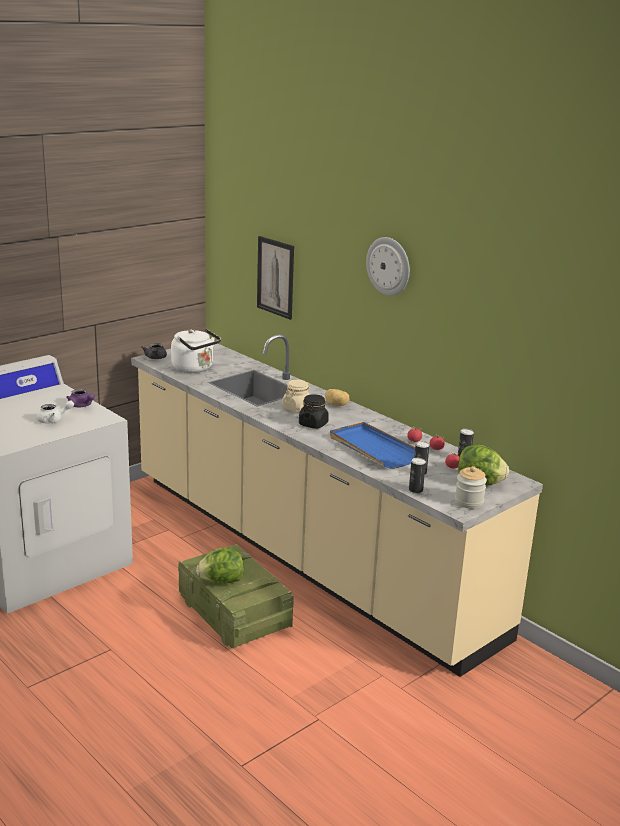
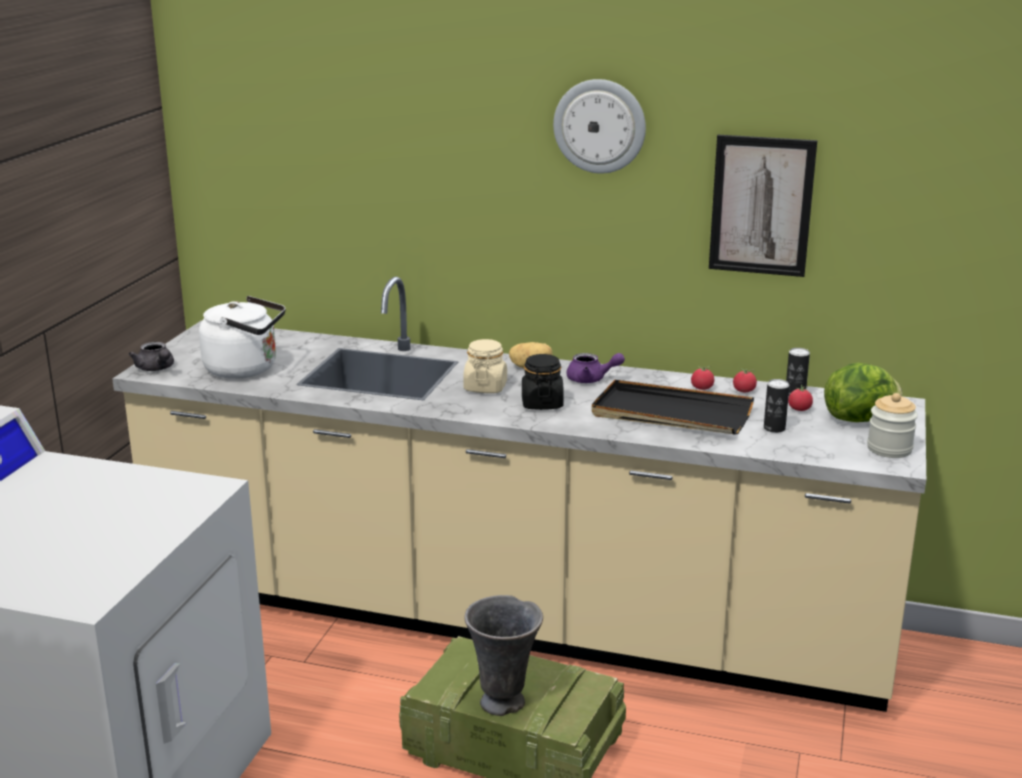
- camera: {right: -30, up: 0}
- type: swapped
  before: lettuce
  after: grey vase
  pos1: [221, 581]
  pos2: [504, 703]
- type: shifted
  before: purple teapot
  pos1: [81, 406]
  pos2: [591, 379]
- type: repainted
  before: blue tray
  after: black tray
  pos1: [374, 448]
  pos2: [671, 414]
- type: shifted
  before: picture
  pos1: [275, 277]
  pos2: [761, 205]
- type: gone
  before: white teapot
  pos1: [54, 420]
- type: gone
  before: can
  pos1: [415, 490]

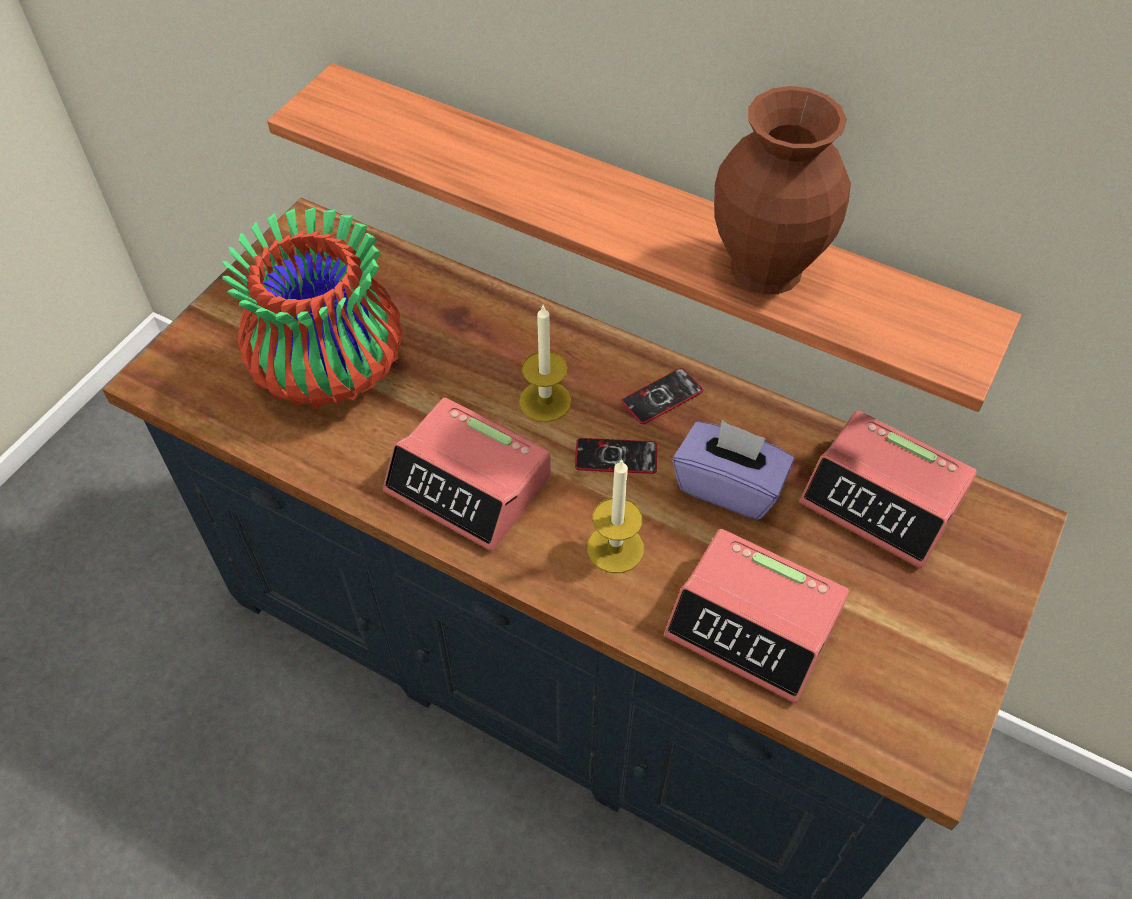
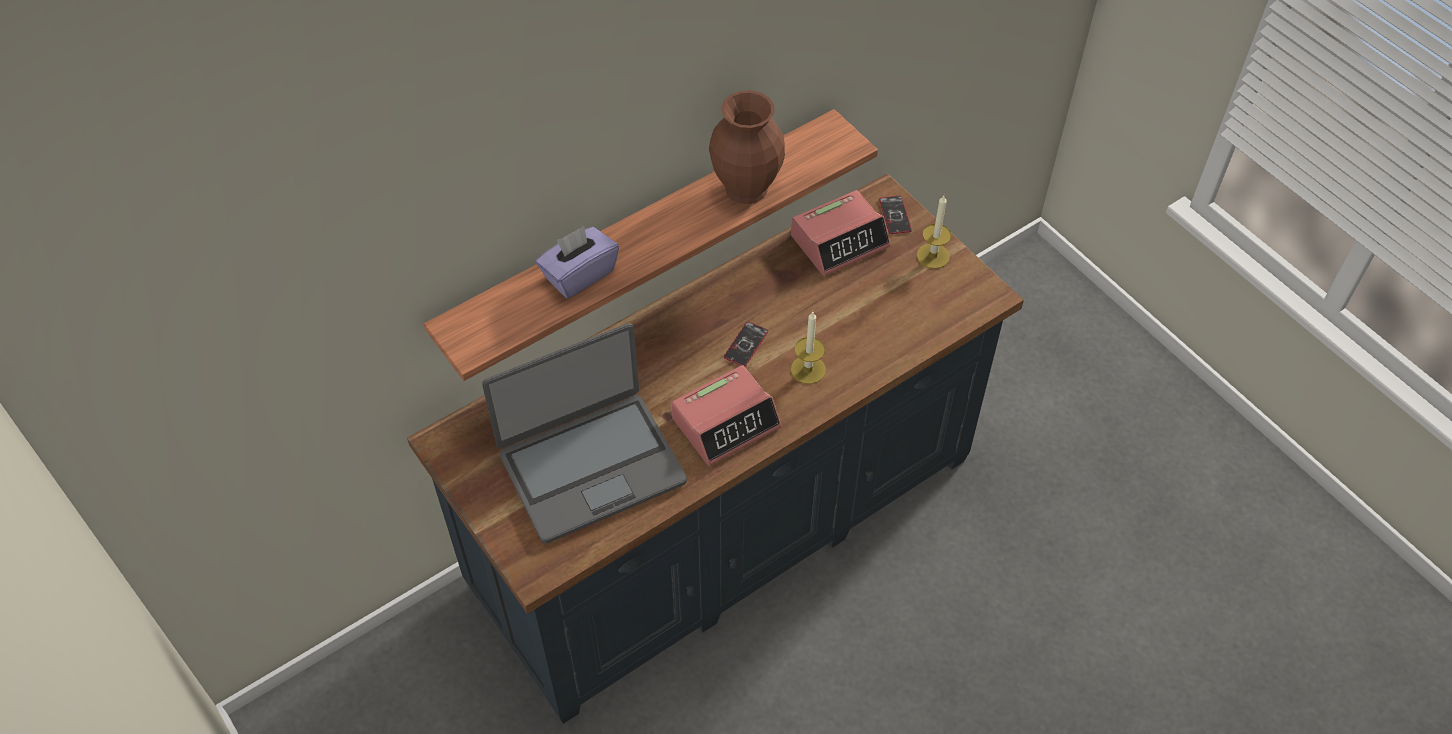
- camera: {right: -65, up: 0}
- type: swapped
  before: vase
  after: laptop
  pos1: [331, 370]
  pos2: [591, 466]
- type: shifted
  before: purple tissue box
  pos1: [728, 486]
  pos2: [579, 275]
- type: shifted
  before: phone
  pos1: [662, 397]
  pos2: [895, 215]
- type: shifted
  before: candle
  pos1: [545, 401]
  pos2: [933, 256]
- type: gone
  before: alarm clock
  pos1: [754, 624]

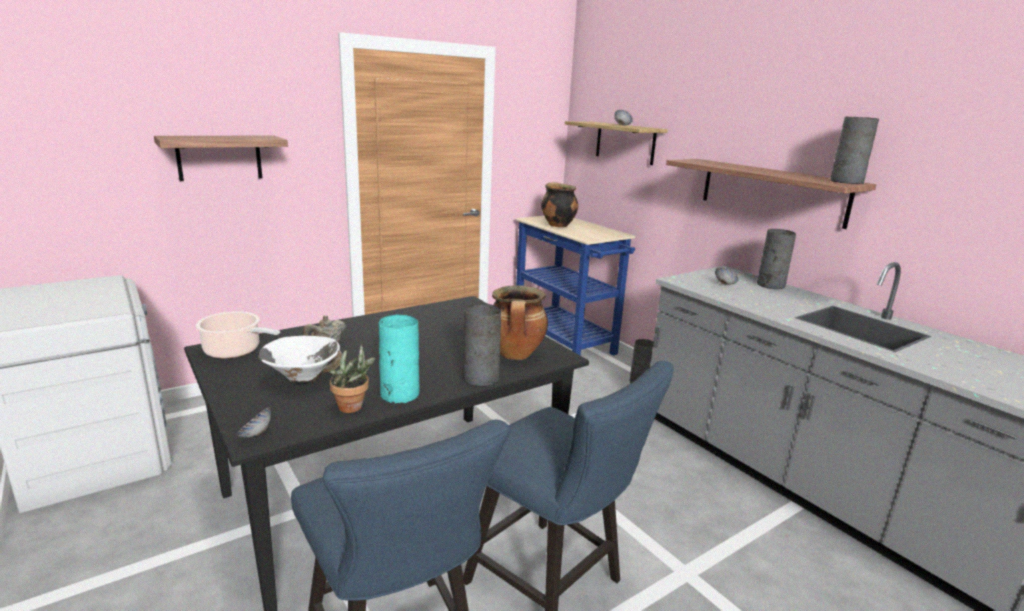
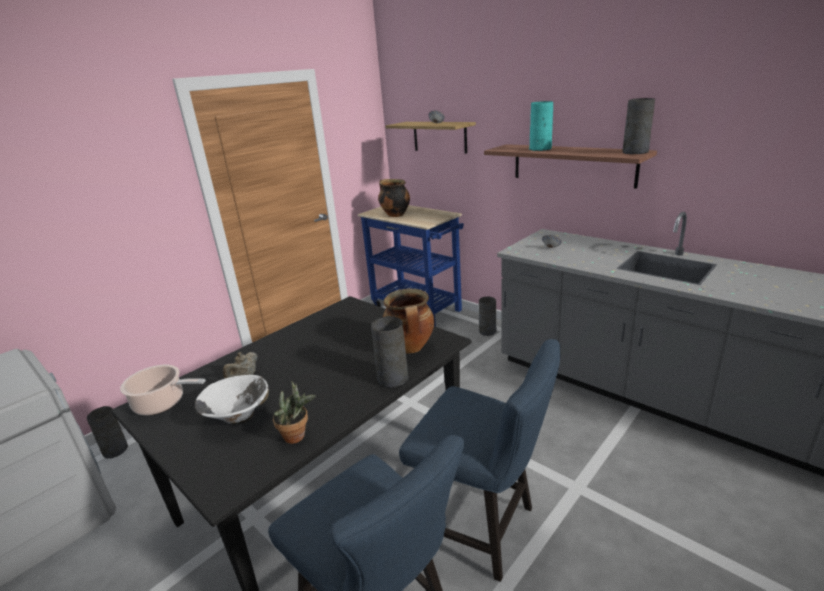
- camera: {right: -10, up: 5}
- type: shifted
  before: grey vase
  pos1: [769, 285]
  pos2: [114, 450]
- type: shifted
  before: turquoise vase
  pos1: [398, 394]
  pos2: [540, 149]
- type: gone
  before: shelf
  pos1: [219, 157]
- type: gone
  before: bowl
  pos1: [255, 435]

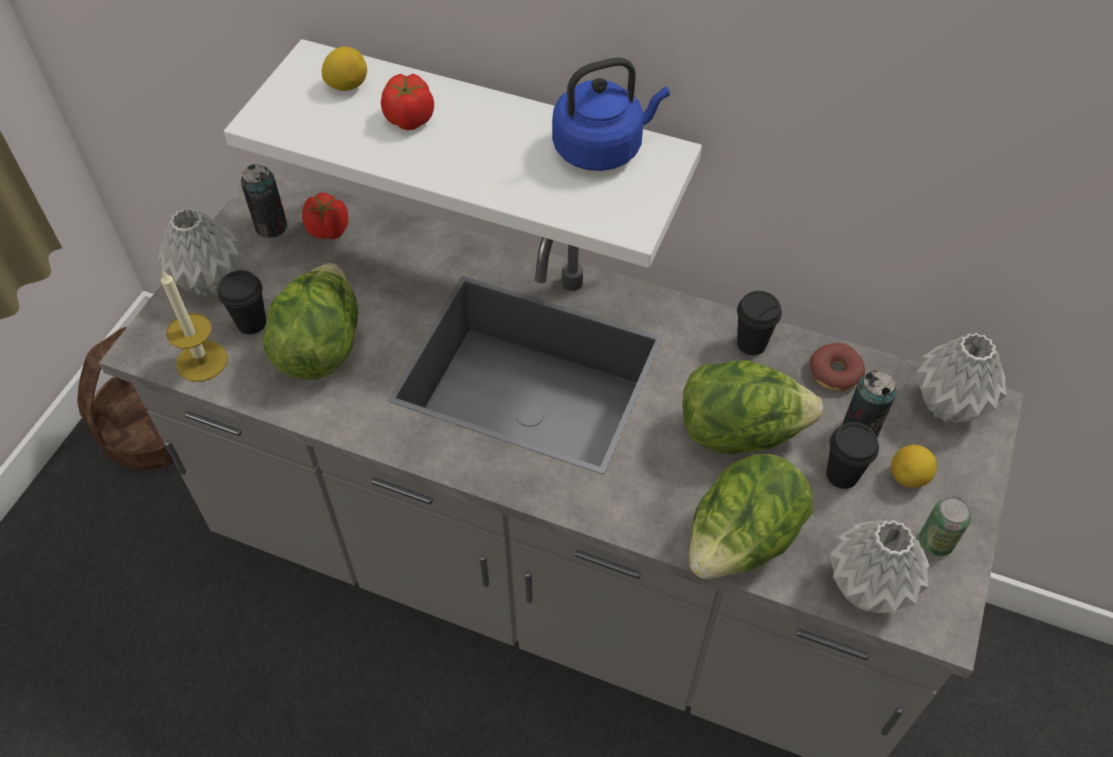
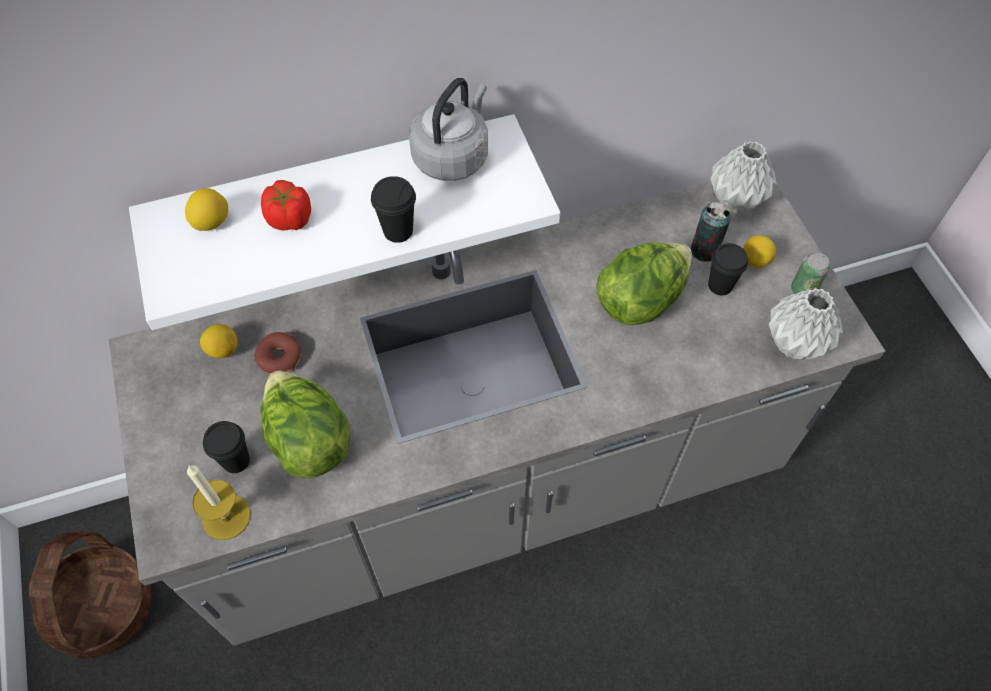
- camera: {right: -40, up: 5}
- type: swapped
  before: tomato
  after: lemon
  pos1: [328, 229]
  pos2: [223, 349]
- type: shifted
  before: donut
  pos1: [835, 373]
  pos2: [280, 358]
- type: shifted
  before: black cup
  pos1: [751, 343]
  pos2: [398, 231]
- type: repainted
  before: blue kettle
  after: grey kettle
  pos1: [602, 148]
  pos2: [453, 156]
- type: gone
  before: grey vase
  pos1: [211, 281]
- type: gone
  before: can
  pos1: [271, 227]
- type: gone
  before: lettuce
  pos1: [741, 541]

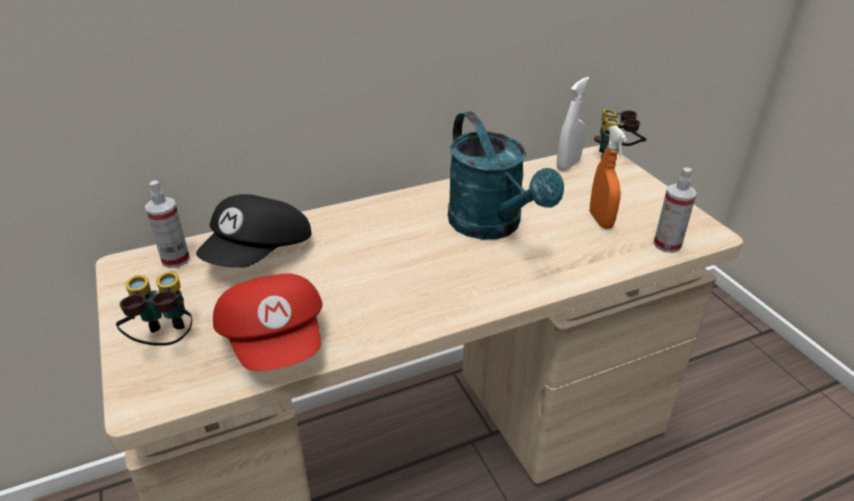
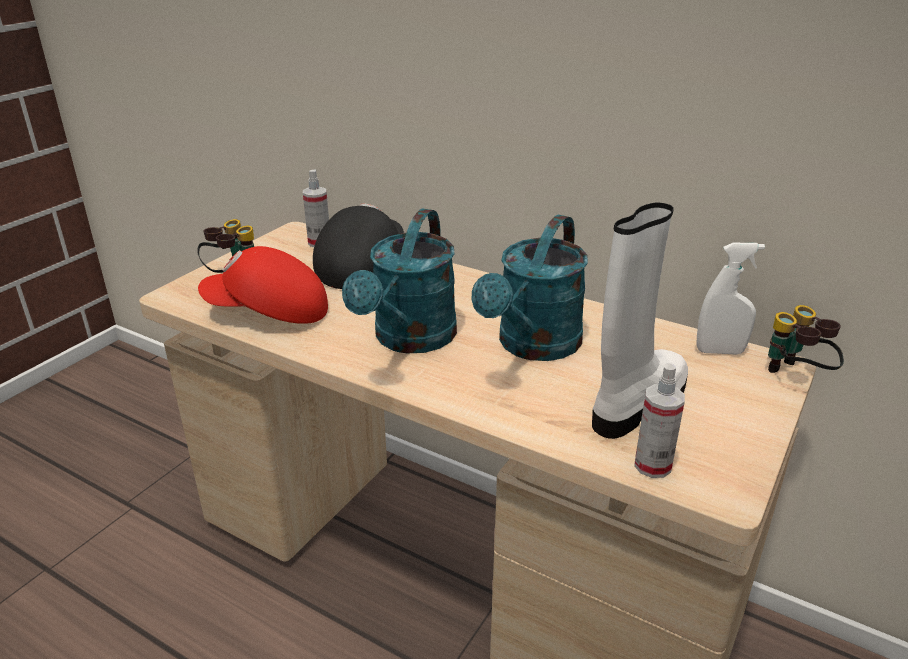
- camera: {right: 55, up: -5}
- type: rotated
  before: red cap
  pos1: [277, 341]
  pos2: [269, 313]
  turn: 60
- type: rotated
  before: black cap
  pos1: [260, 254]
  pos2: [360, 266]
  turn: 120
- type: new
  after: turquoise watering can
  pos2: [410, 340]
- type: swapped
  before: orange spray bottle
  after: white boot
  pos1: [600, 220]
  pos2: [637, 405]

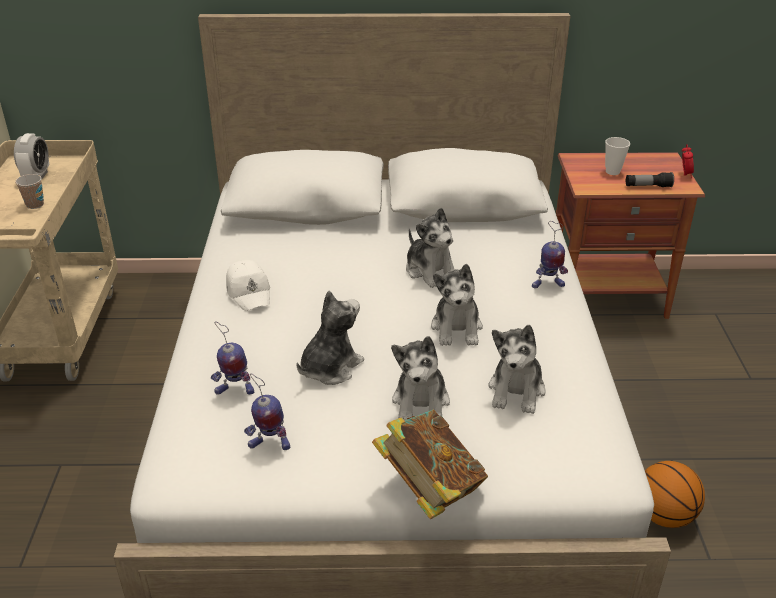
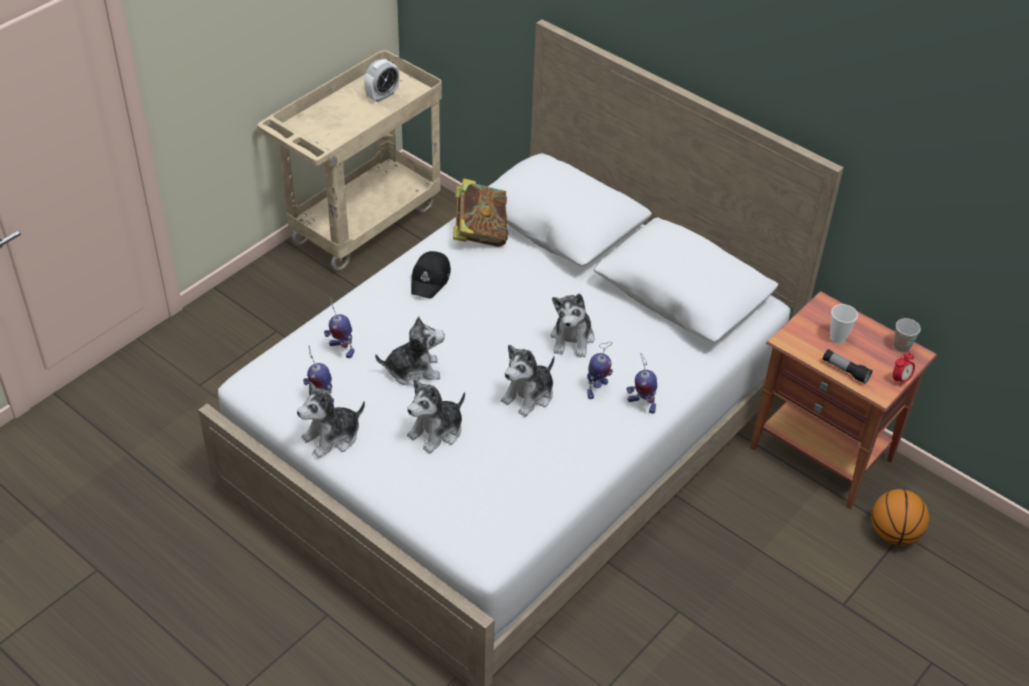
- camera: {right: 40, up: 10}
- type: shifted
  before: plush toy
  pos1: [516, 390]
  pos2: [332, 437]
- type: repainted
  before: white cap
  after: black cap
  pos1: [249, 292]
  pos2: [431, 279]
- type: shifted
  before: book
  pos1: [429, 488]
  pos2: [480, 233]
- type: new
  after: toy robot
  pos2: [596, 389]
- type: shifted
  before: basketball
  pos1: [664, 516]
  pos2: [893, 534]
- type: shifted
  before: cup
  pos1: [35, 205]
  pos2: [901, 346]

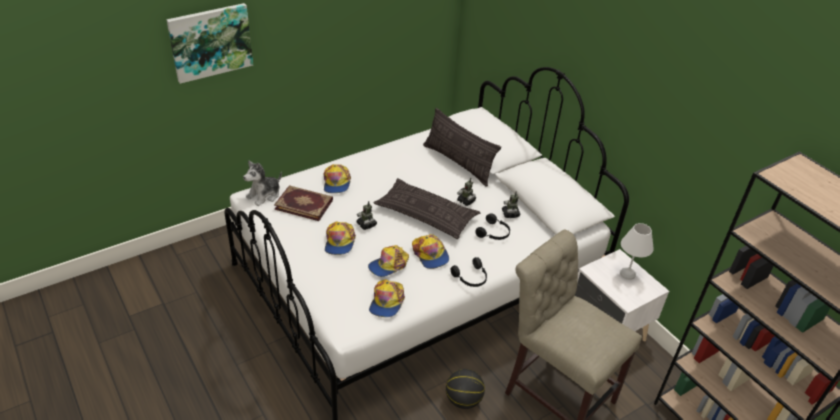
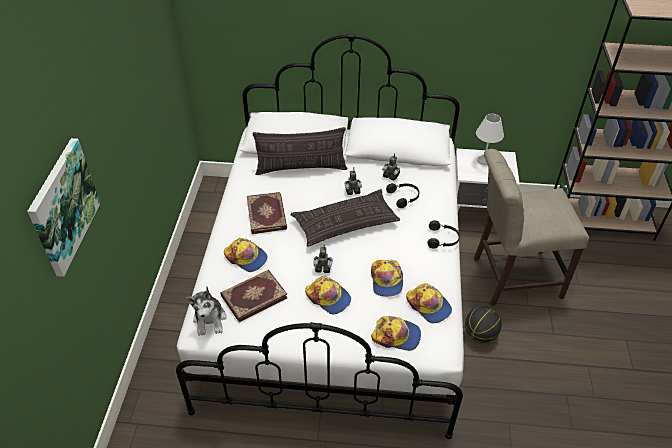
- camera: {right: -50, up: 5}
- type: new
  after: book
  pos2: [267, 214]
- type: shifted
  before: cap
  pos1: [430, 254]
  pos2: [396, 335]

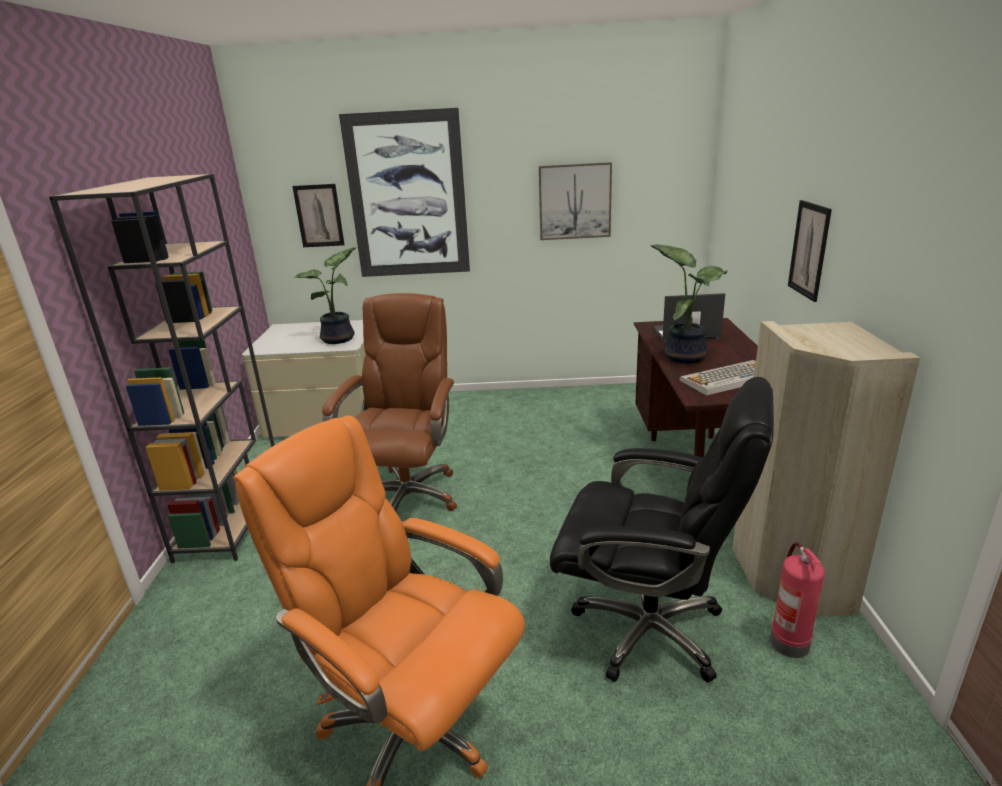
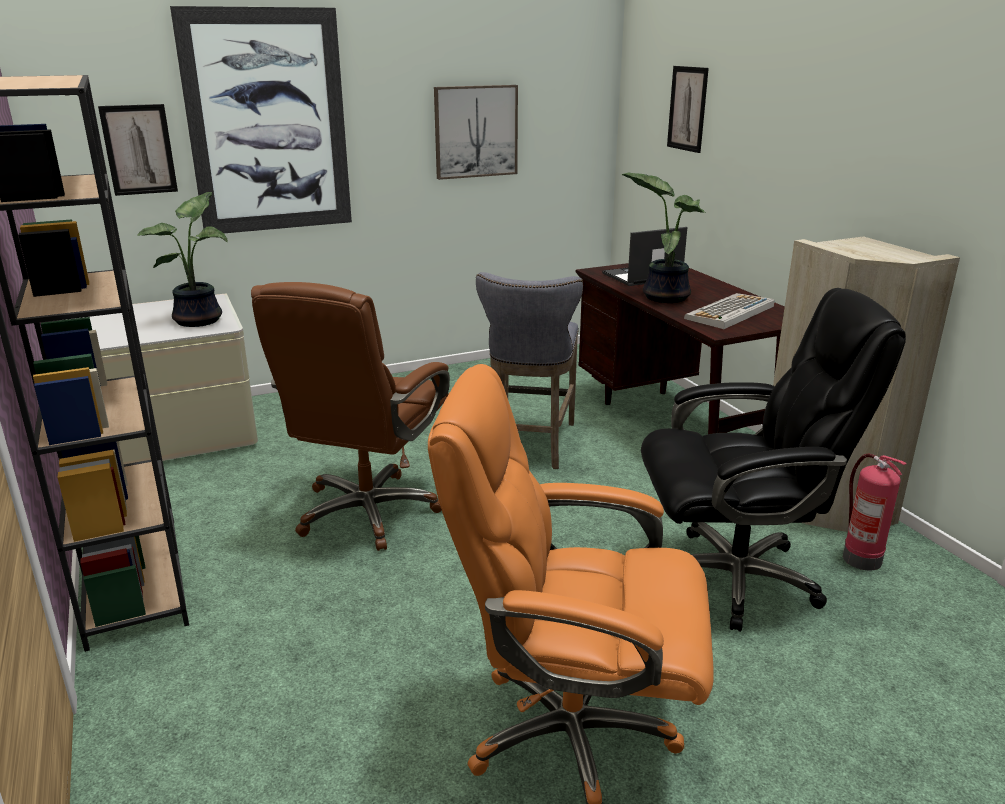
- camera: {right: -25, up: 0}
- type: rotated
  before: brown office chair
  pos1: [406, 498]
  pos2: [369, 509]
  turn: -150
- type: new
  after: grey stool
  pos2: [531, 445]
- type: shifted
  before: picture
  pos1: [809, 250]
  pos2: [687, 109]

